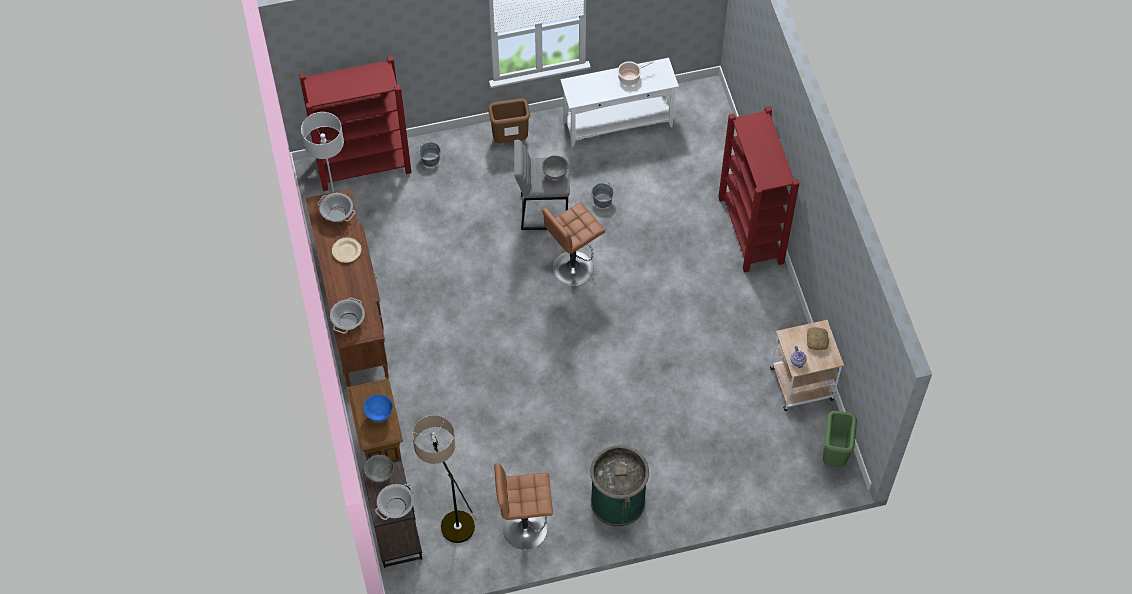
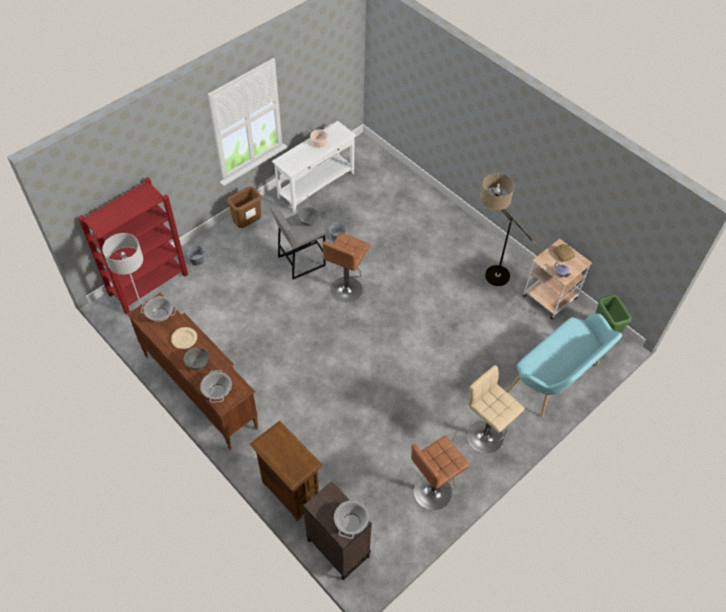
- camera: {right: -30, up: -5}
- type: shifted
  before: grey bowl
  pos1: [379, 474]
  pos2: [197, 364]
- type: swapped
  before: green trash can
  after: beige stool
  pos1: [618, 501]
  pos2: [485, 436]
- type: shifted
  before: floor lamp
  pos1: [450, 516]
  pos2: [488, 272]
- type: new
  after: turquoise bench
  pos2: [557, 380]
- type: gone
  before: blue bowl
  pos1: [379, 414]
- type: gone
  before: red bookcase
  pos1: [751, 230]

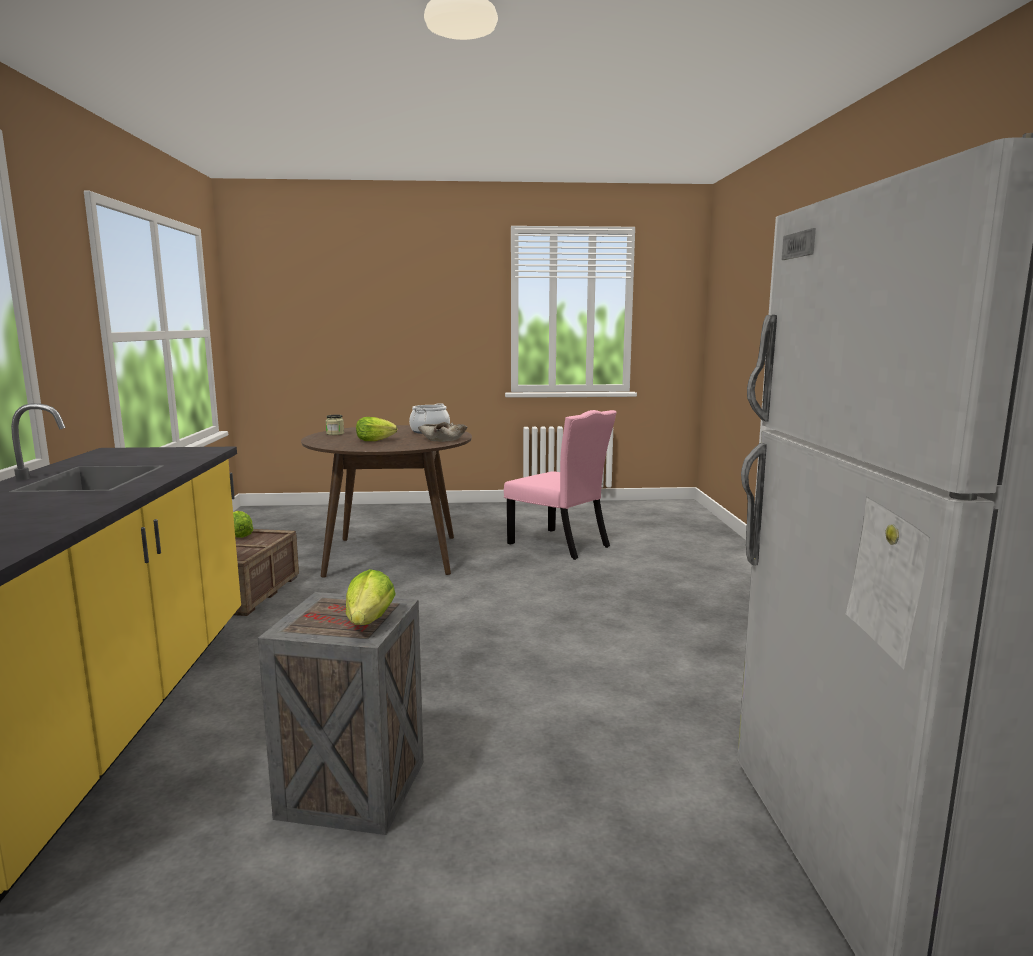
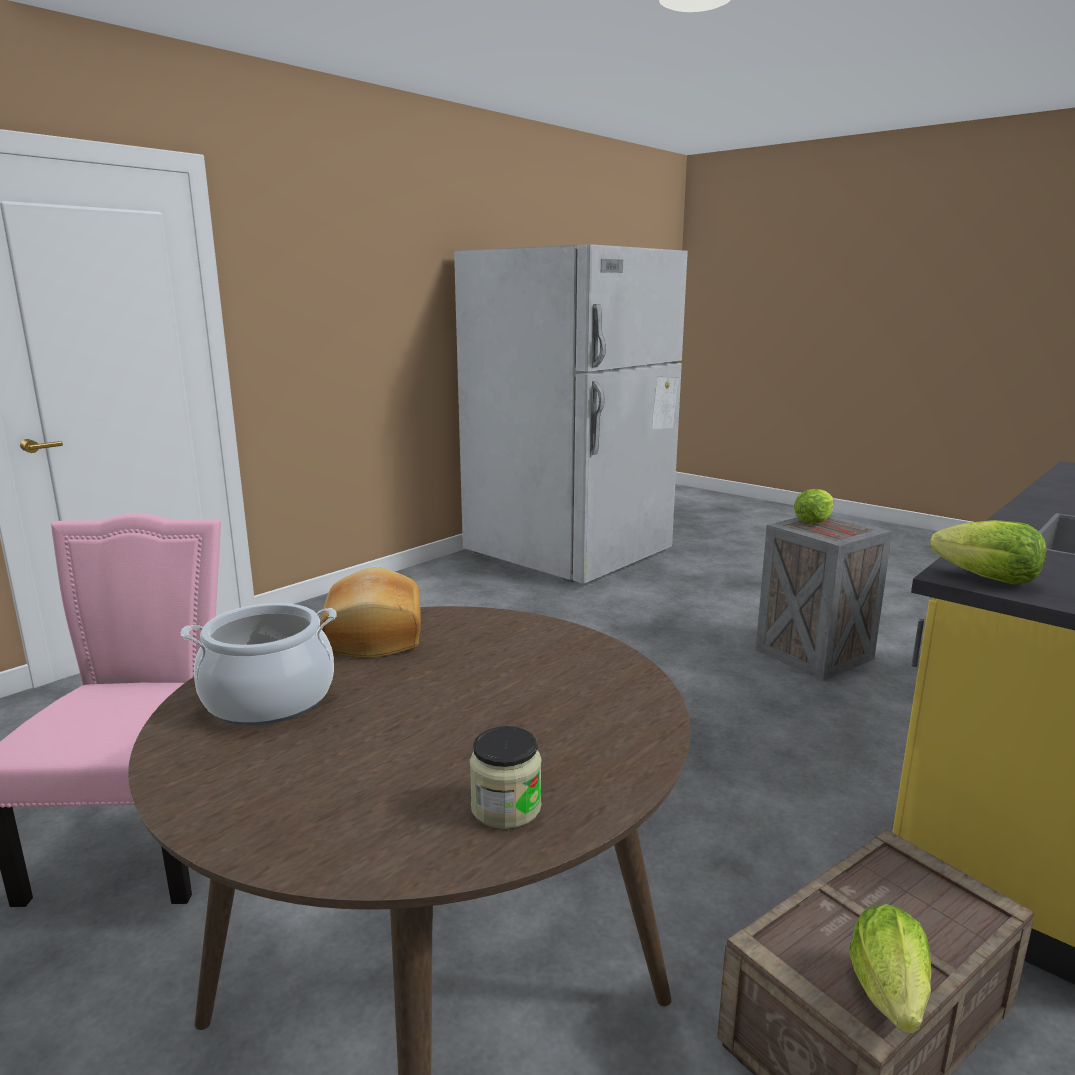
- camera: {right: -135, up: 5}
- type: swapped
  before: beige bowl
  after: bread
  pos1: [442, 439]
  pos2: [371, 635]
- type: shifted
  before: lettuce
  pos1: [374, 441]
  pos2: [988, 579]

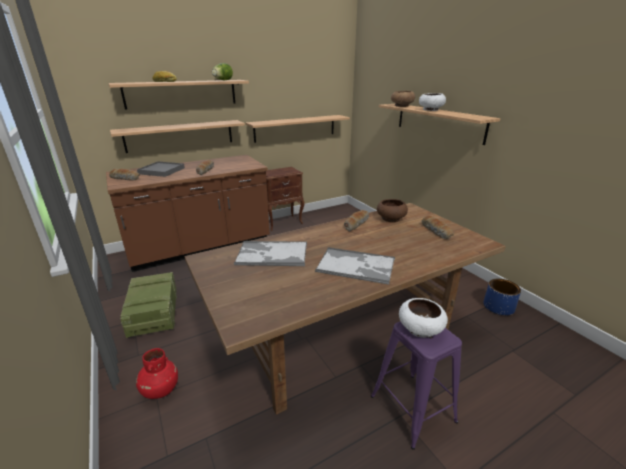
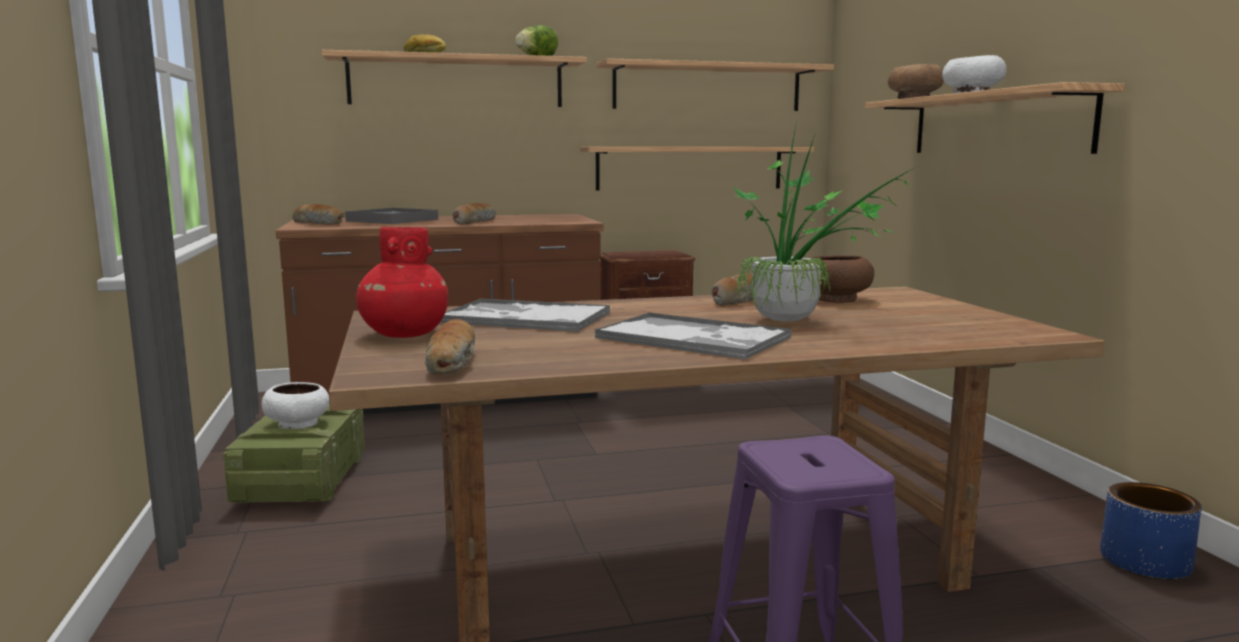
- camera: {right: 15, up: -15}
- type: shifted
  before: white bowl
  pos1: [420, 328]
  pos2: [298, 424]
- type: shifted
  before: red vase
  pos1: [160, 390]
  pos2: [404, 334]
- type: shifted
  before: bread
  pos1: [437, 231]
  pos2: [453, 362]
- type: shifted
  before: shelf
  pos1: [180, 135]
  pos2: [707, 88]
- type: new
  after: potted plant
  pos2: [799, 321]

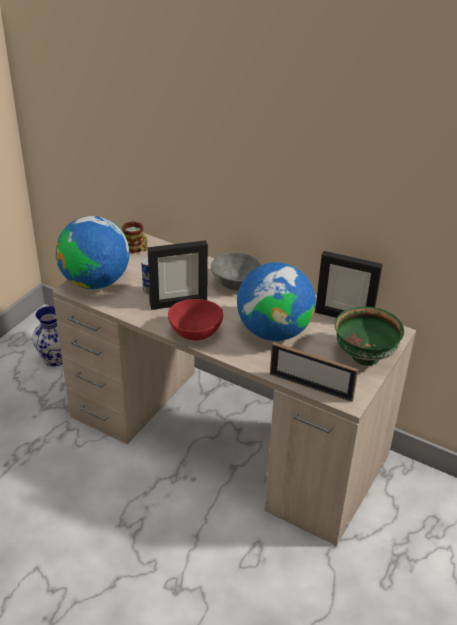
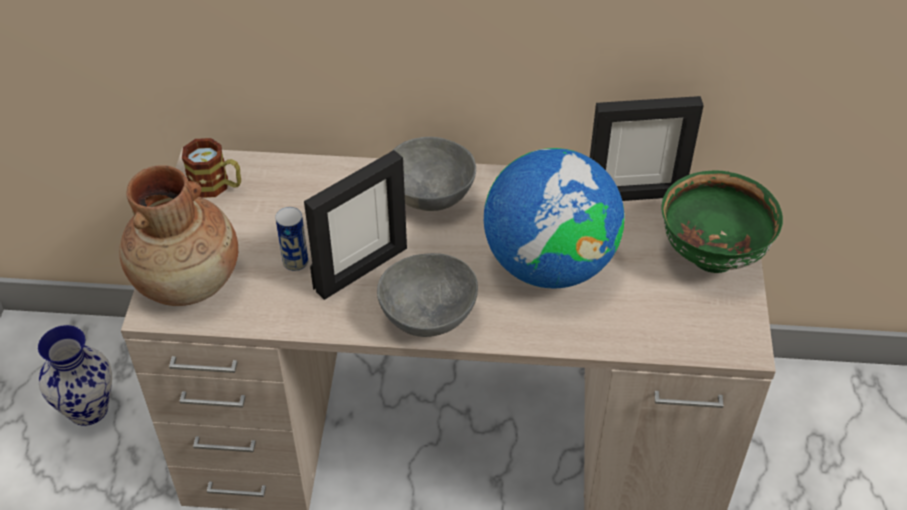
- camera: {right: -25, up: 10}
- type: swapped
  before: globe
  after: brown vase
  pos1: [95, 282]
  pos2: [189, 281]
- type: repainted
  before: red bowl
  after: grey bowl
  pos1: [196, 334]
  pos2: [430, 318]
- type: gone
  before: picture frame
  pos1: [310, 387]

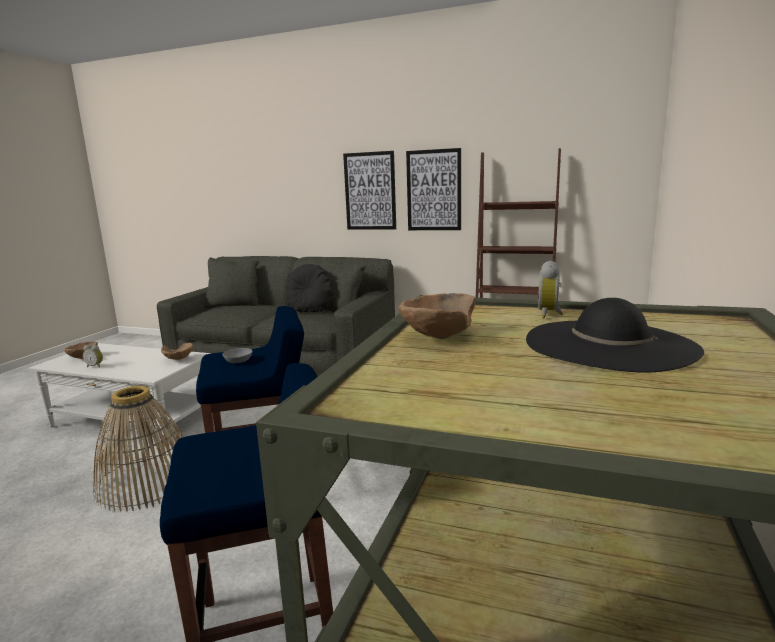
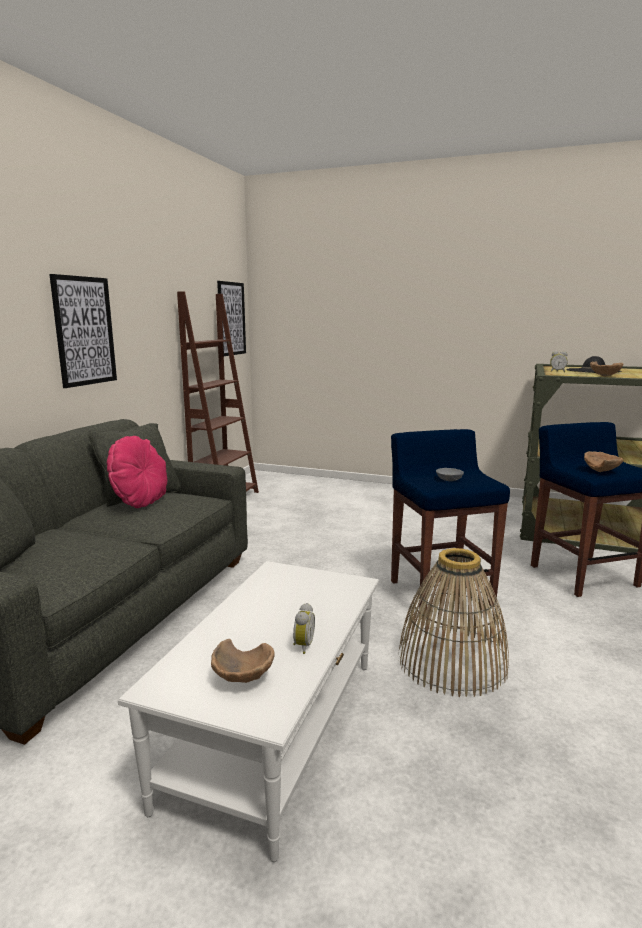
- camera: {right: -90, up: 0}
- type: repainted
  before: black pillow
  after: pink pillow
  pos1: [310, 311]
  pos2: [140, 503]
- type: shifted
  before: picture
  pos1: [434, 190]
  pos2: [231, 319]
- type: shifted
  before: brown bowl
  pos1: [178, 360]
  pos2: [602, 471]

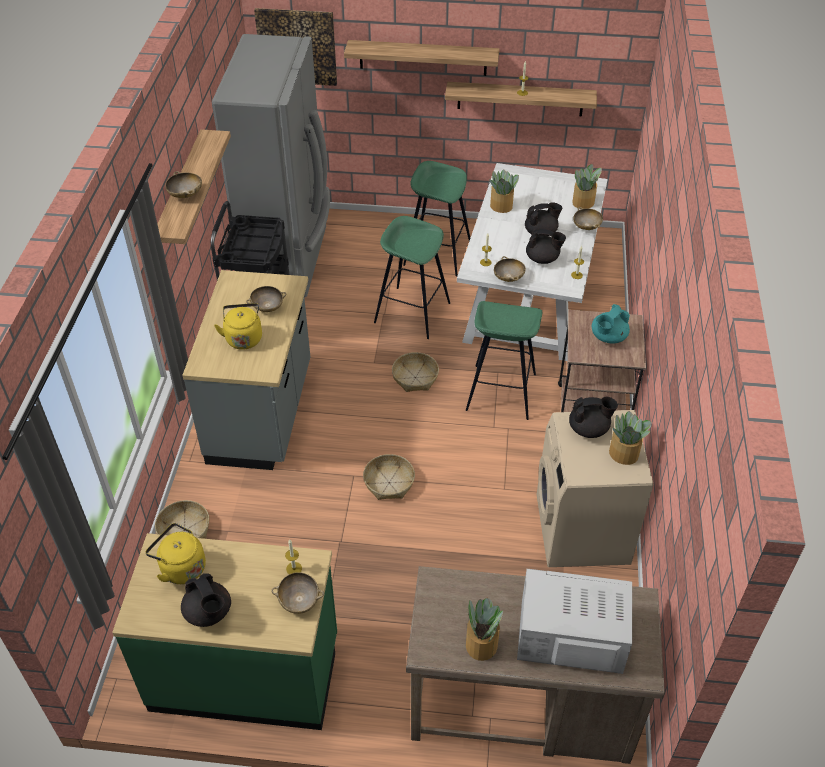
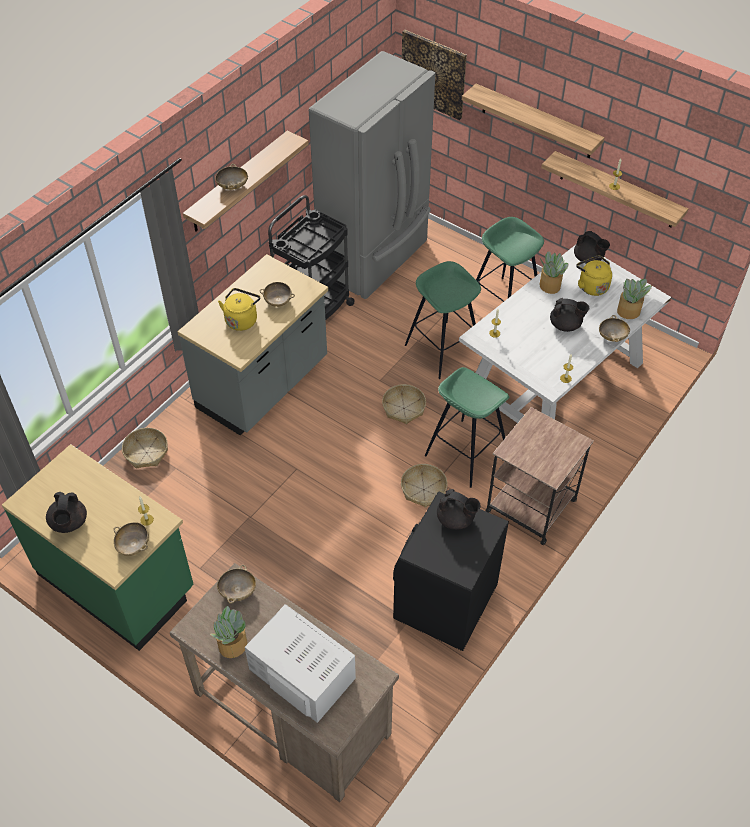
- camera: {right: 30, up: 5}
- type: shifted
  before: beige bowl
  pos1: [508, 277]
  pos2: [238, 591]
- type: repainted
  before: beige washing machine
  after: black washing machine
  pos1: [580, 528]
  pos2: [444, 600]
- type: shifted
  before: basket
  pos1: [389, 483]
  pos2: [423, 490]
- type: shifted
  before: black teapot
  pos1: [543, 259]
  pos2: [588, 259]
- type: shifted
  before: yellow kettle
  pos1: [181, 567]
  pos2: [591, 286]
- type: gone
  before: turquoise teapot
  pos1: [608, 337]
- type: gone
  before: potted plant
  pos1: [624, 454]

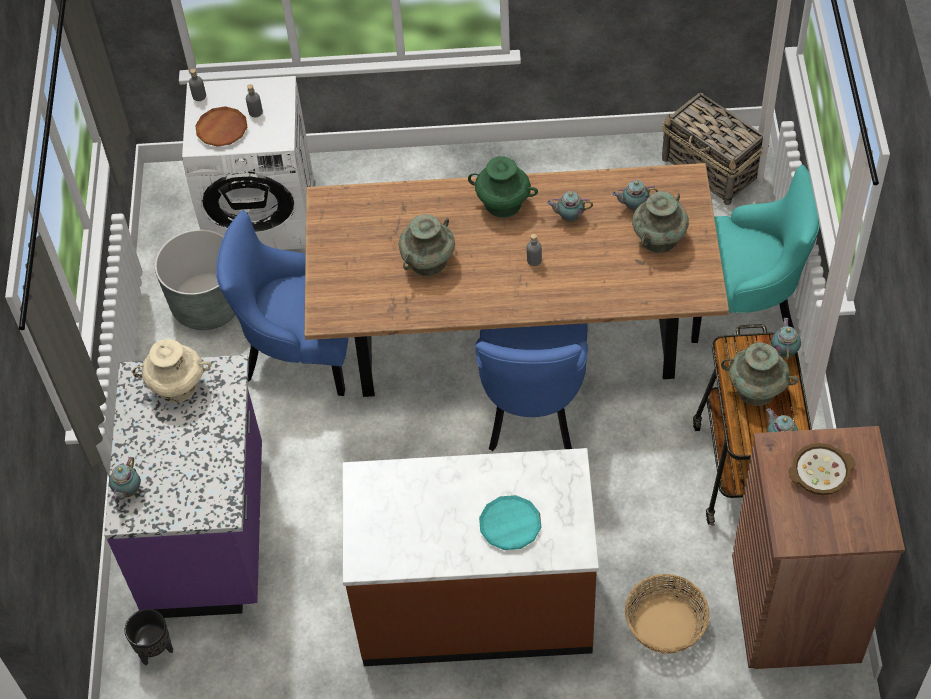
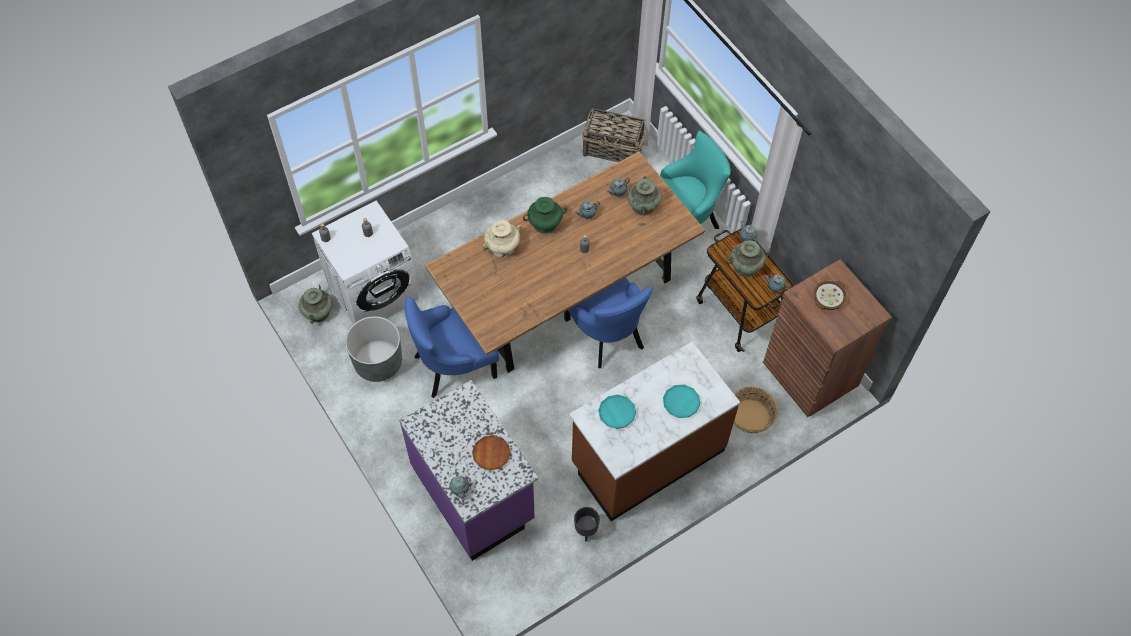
- camera: {right: -35, up: 5}
- type: shifted
  before: turquoise vase
  pos1: [428, 261]
  pos2: [318, 313]
- type: shifted
  before: brown plate
  pos1: [222, 129]
  pos2: [491, 454]
- type: shifted
  before: beige vase
  pos1: [177, 386]
  pos2: [503, 247]
- type: shifted
  before: black planter
  pos1: [155, 651]
  pos2: [586, 531]
- type: new
  after: turquoise plate
  pos2: [617, 413]

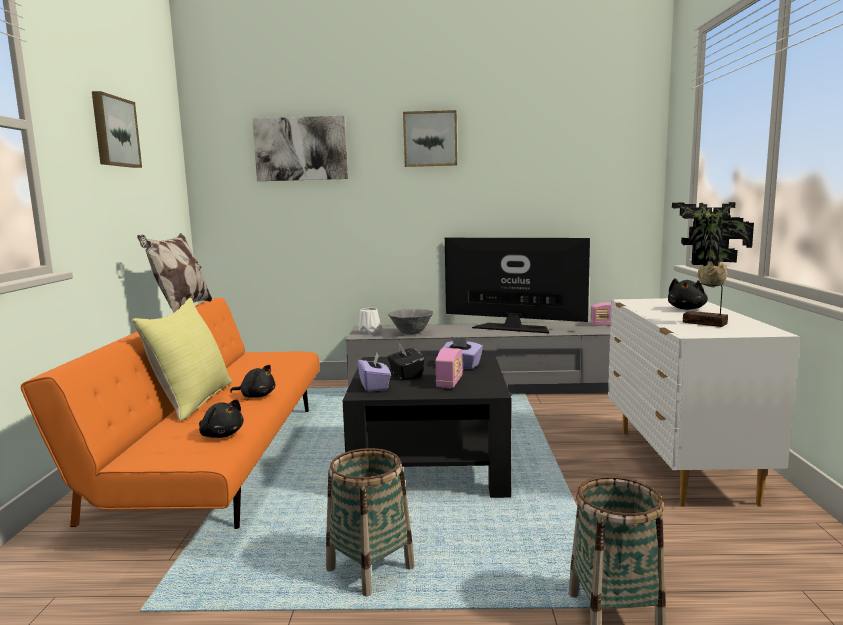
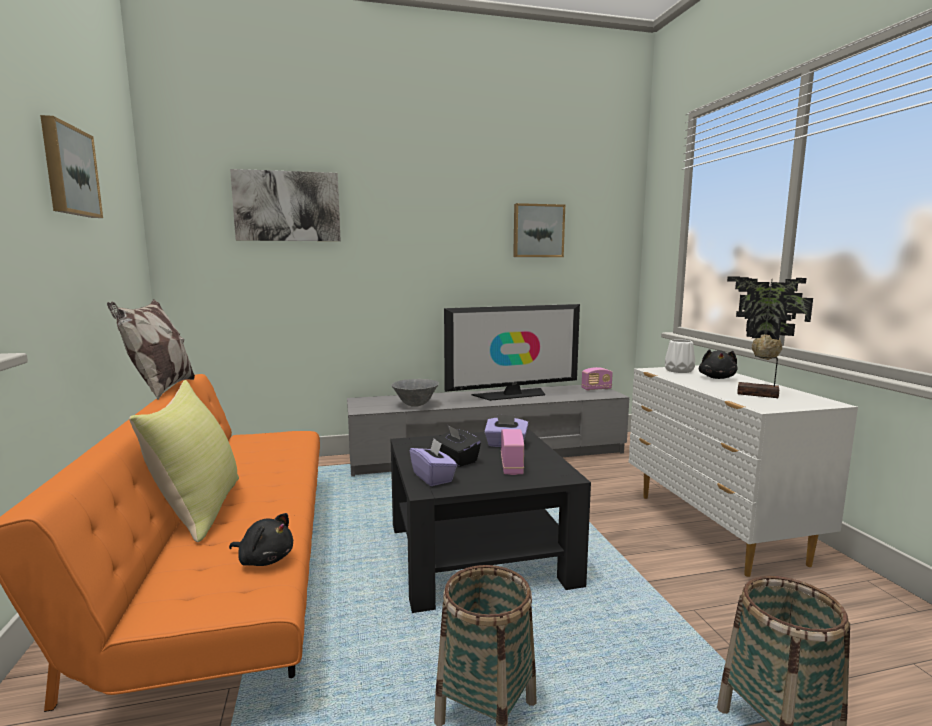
- camera: {right: -15, up: 0}
- type: rotated
  before: television
  pos1: [512, 328]
  pos2: [512, 395]
  turn: 150
- type: shifted
  before: picture
  pos1: [430, 139]
  pos2: [538, 231]
- type: shifted
  before: white vase
  pos1: [369, 332]
  pos2: [678, 371]
- type: gone
  before: black plush toy
  pos1: [256, 396]

